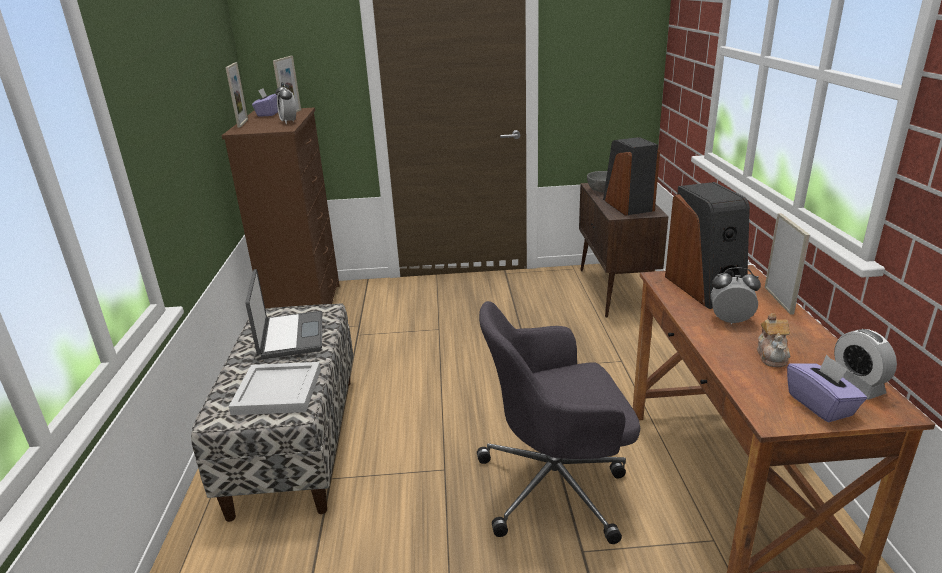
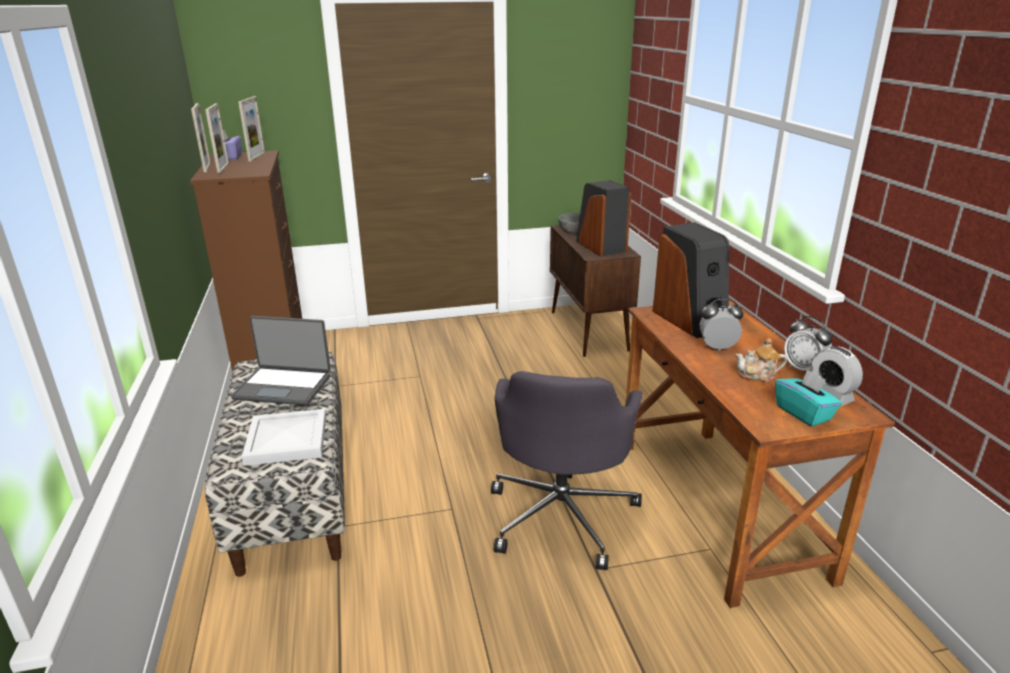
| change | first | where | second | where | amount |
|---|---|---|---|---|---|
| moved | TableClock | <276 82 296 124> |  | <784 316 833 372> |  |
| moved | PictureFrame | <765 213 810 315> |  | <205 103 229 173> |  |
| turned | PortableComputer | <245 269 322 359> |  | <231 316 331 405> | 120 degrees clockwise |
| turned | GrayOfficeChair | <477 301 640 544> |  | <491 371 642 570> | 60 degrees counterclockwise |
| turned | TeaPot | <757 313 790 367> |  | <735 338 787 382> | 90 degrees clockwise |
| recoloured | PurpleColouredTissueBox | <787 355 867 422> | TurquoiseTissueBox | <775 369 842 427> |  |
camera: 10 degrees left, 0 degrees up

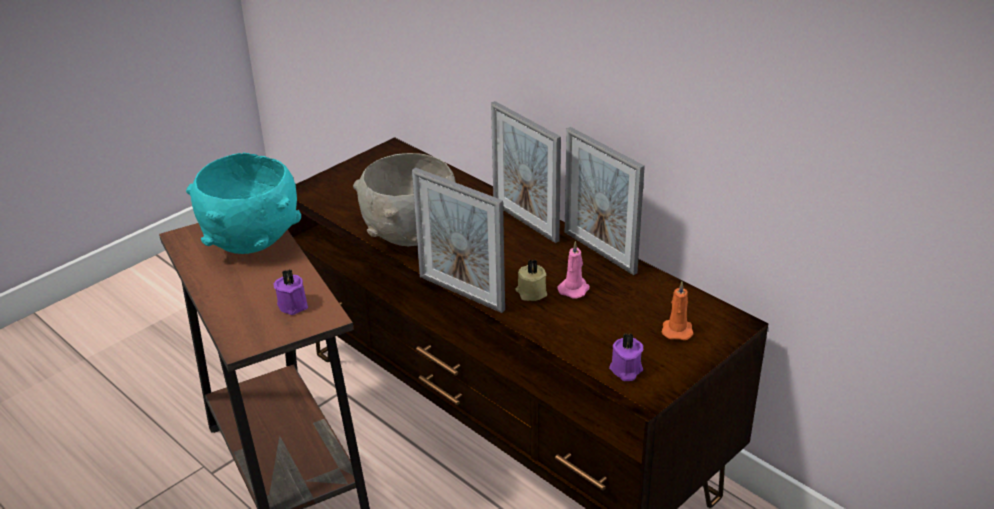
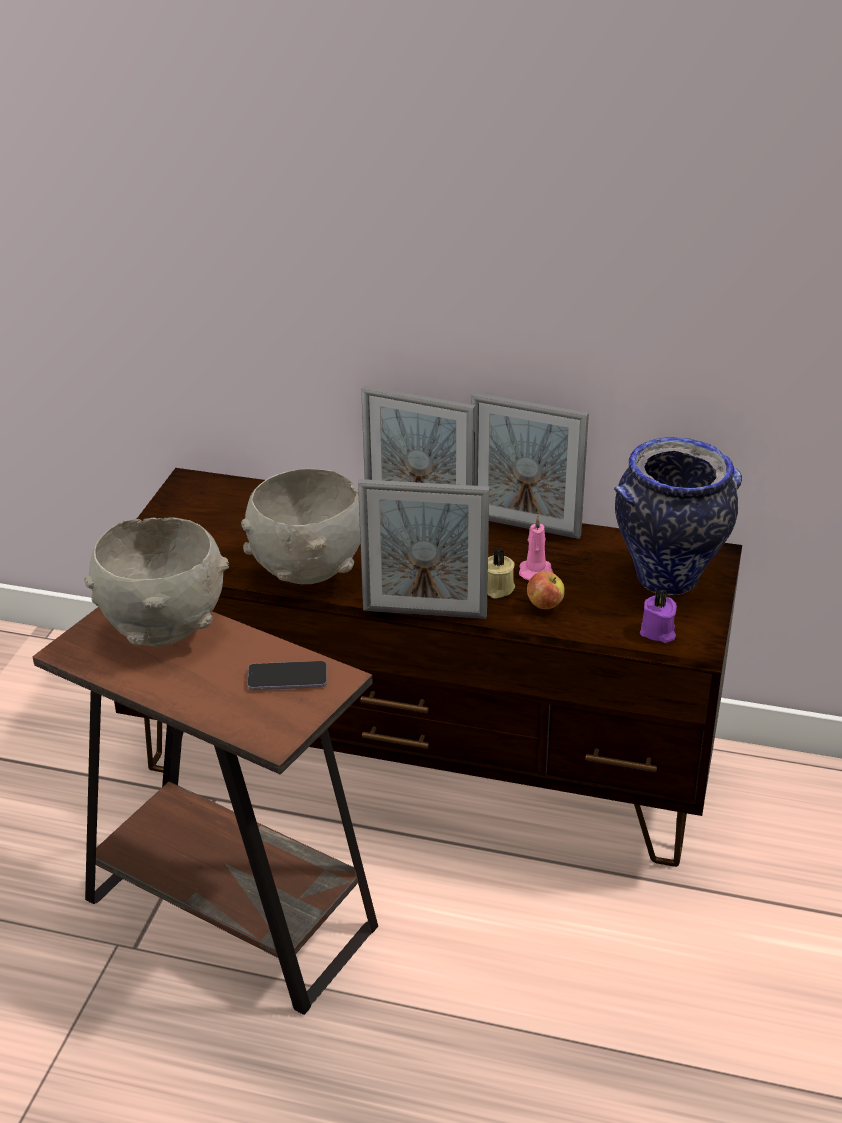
| change | first | where | second | where | amount |
|---|---|---|---|---|---|
| recoloured | TurquoiseDeepDish | <186 153 301 254> | GrayDeepDish | <84 518 229 647> |  |
| replaced | PurpleColouredWaxLight | <274 269 308 315> | Handset | <247 661 327 690> |  |
| replaced | OrangeColouredWaxLight | <662 282 693 340> | DecorativeVase | <614 437 742 595> |  |
| added |  |  | AppleFruit | <527 571 565 609> |  |
camera: 30 degrees left, 0 degrees up

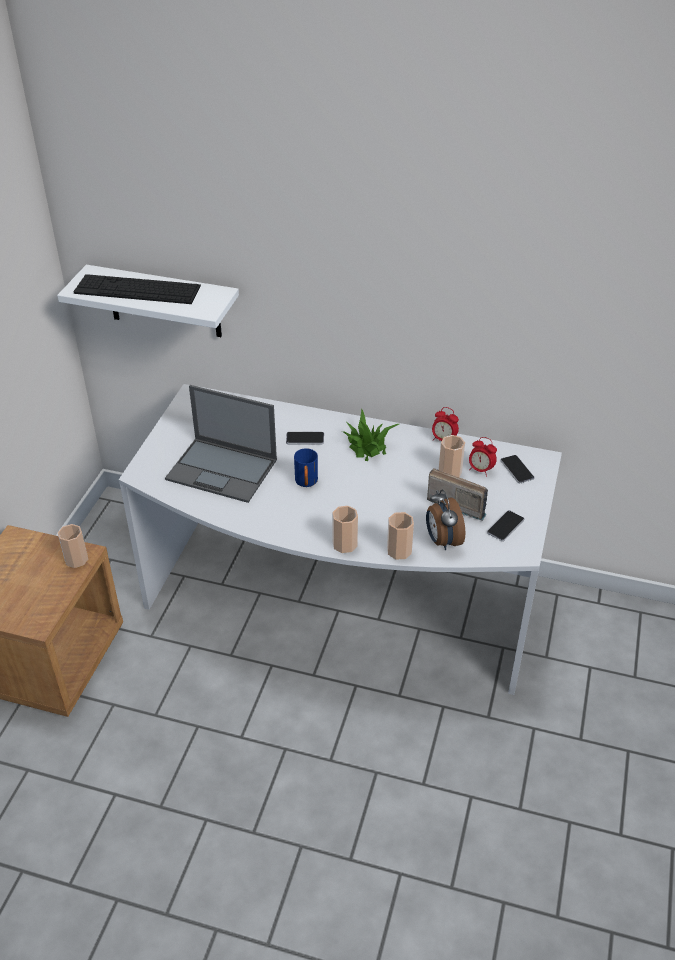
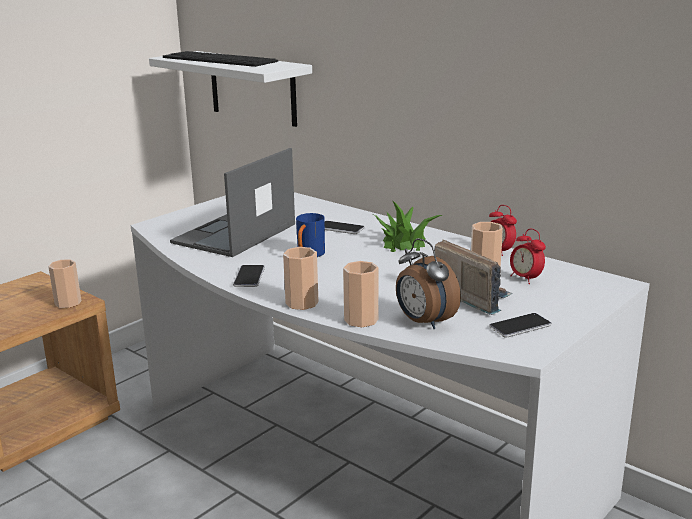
| change | first | where | second | where | amount |
|---|---|---|---|---|---|
| turned | PortableComputer | <165 385 277 503> |  | <170 148 295 257> | 75 degrees clockwise |
| moved | Handset | <500 455 535 483> |  | <233 265 265 287> |  |
| turned | TableClock | <426 489 465 550> |  | <396 238 461 329> | 45 degrees counterclockwise |
camera: 25 degrees right, 20 degrees down

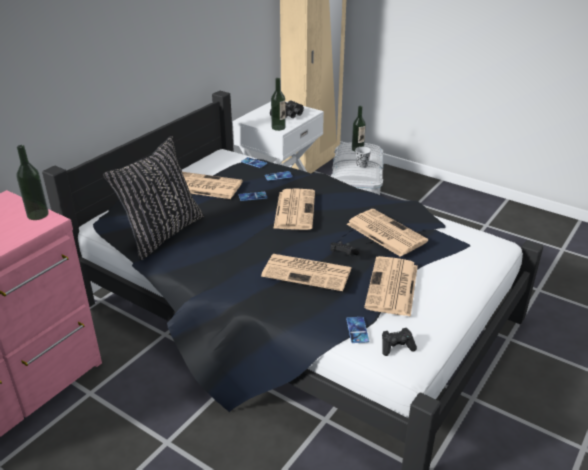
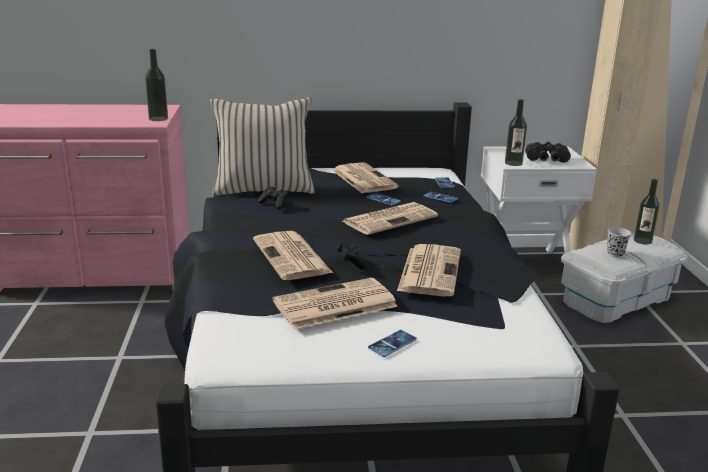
| change | first | where | second | where | amount |
|---|---|---|---|---|---|
| recoloured | BlackColouredThrowPillow | <103 136 204 260> | SandColouredThrowPillow | <210 97 315 195> |  |
| moved | Handset | <346 317 369 343> |  | <368 330 417 357> |  |
| moved | BlackColouredGamepad | <382 328 417 356> |  | <258 186 289 209> |  |
camera: 50 degrees right, 10 degrees down

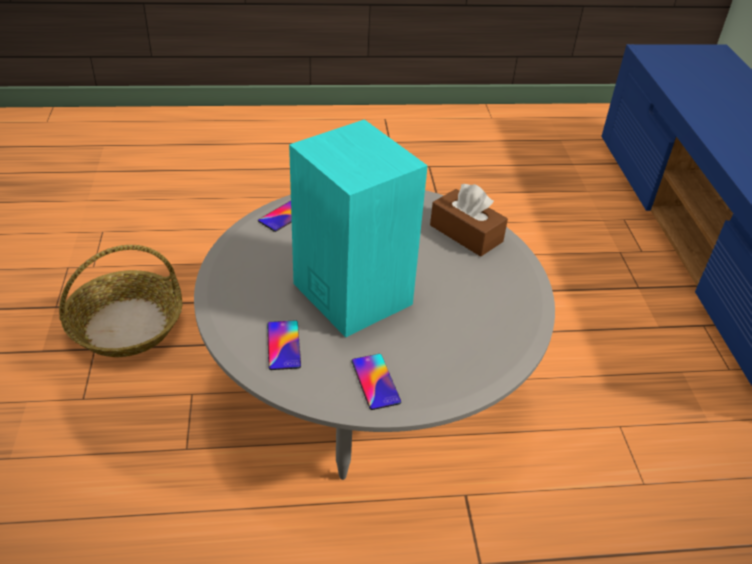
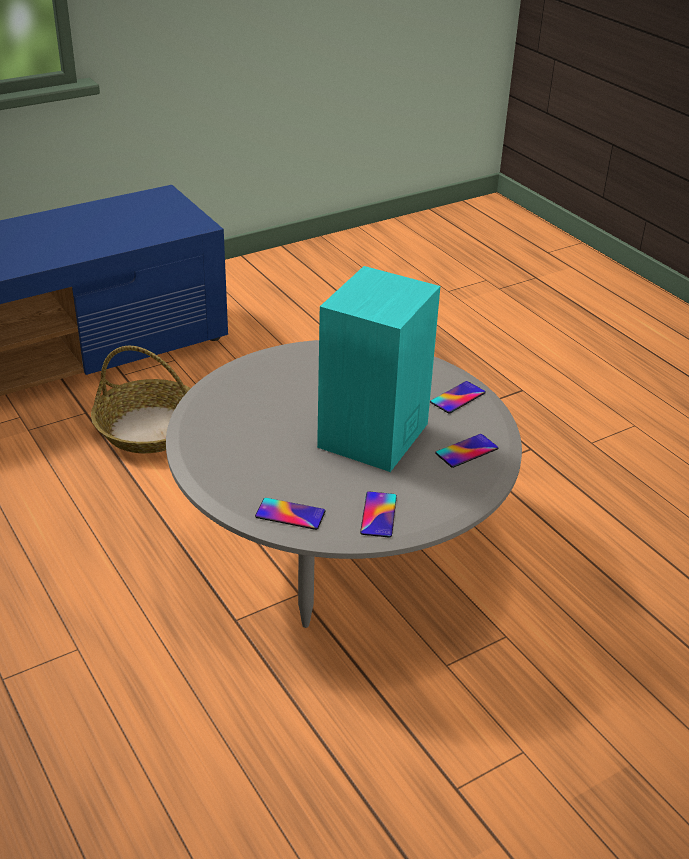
| change | first | where | second | where | amount |
|---|---|---|---|---|---|
| removed | BrownishTissueBox | <430 184 508 257> |  |  |  |
| moved | HouseholdBasket | <59 245 182 357> |  | <91 346 191 453> |  |
| added |  |  | Handset | <360 491 397 537> |  |
camera: 115 degrees left, 5 degrees down

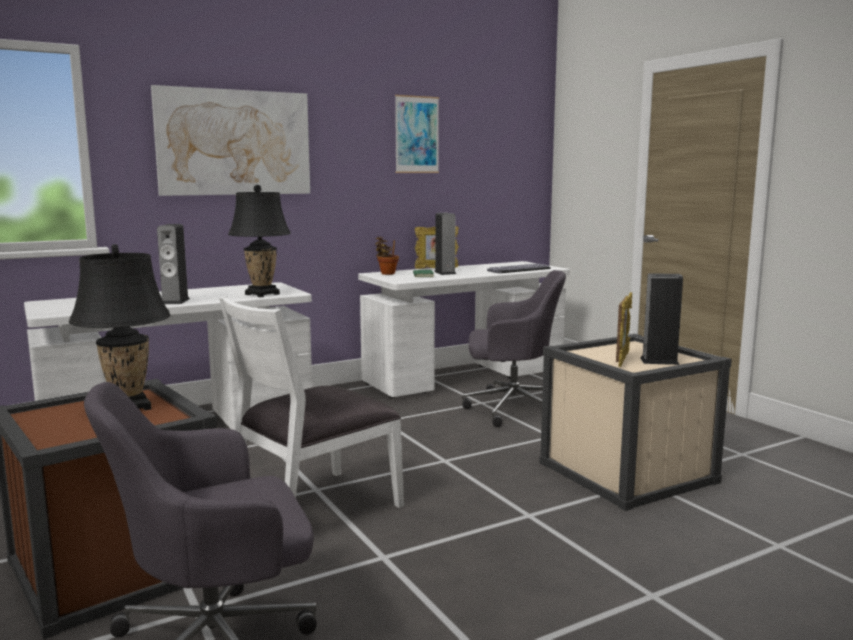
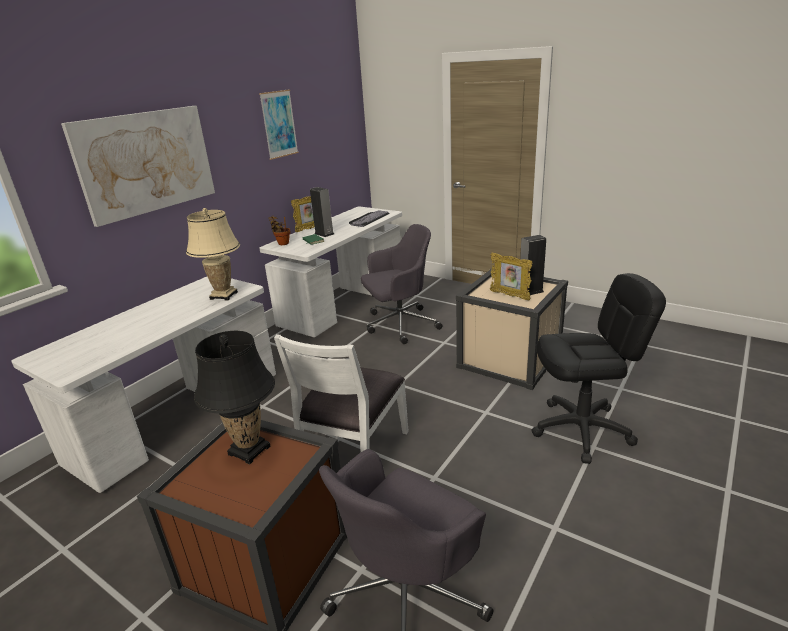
| change | first | where | second | where | amount |
|---|---|---|---|---|---|
| recoloured | BlackColouredLampForATable | <228 185 291 297> | SandColouredLampForATable | <186 208 240 301> |  |
| removed | AudioSpeaker | <157 224 190 304> |  |  |  |
| turned | PictureFrame | <616 292 632 367> |  | <490 253 533 300> | 135 degrees clockwise |
| added |  |  | BlackColouredOfficeChair | <531 273 666 464> |  |
camera: 25 degrees left, 15 degrees up

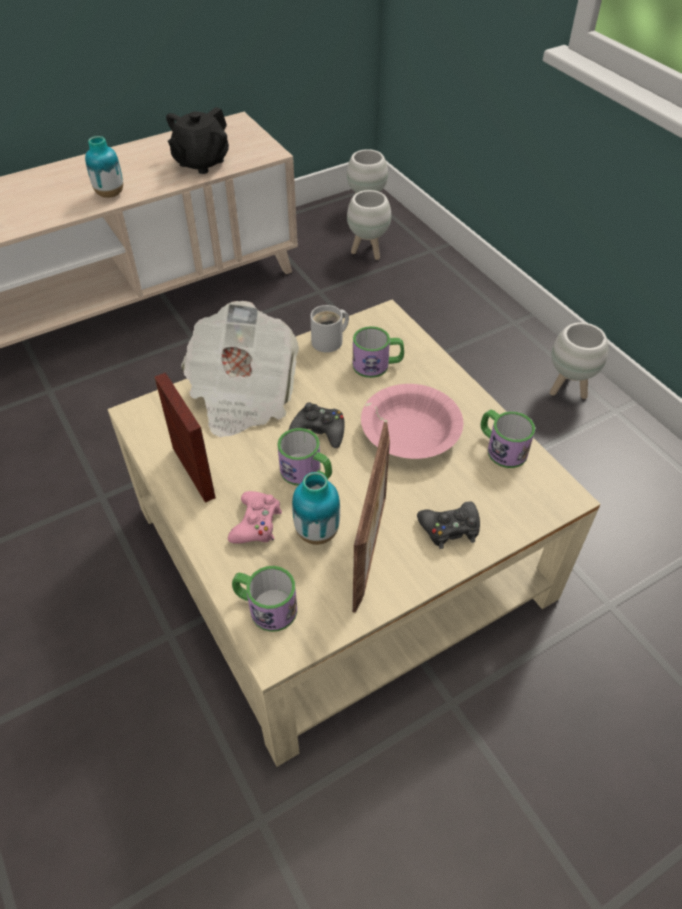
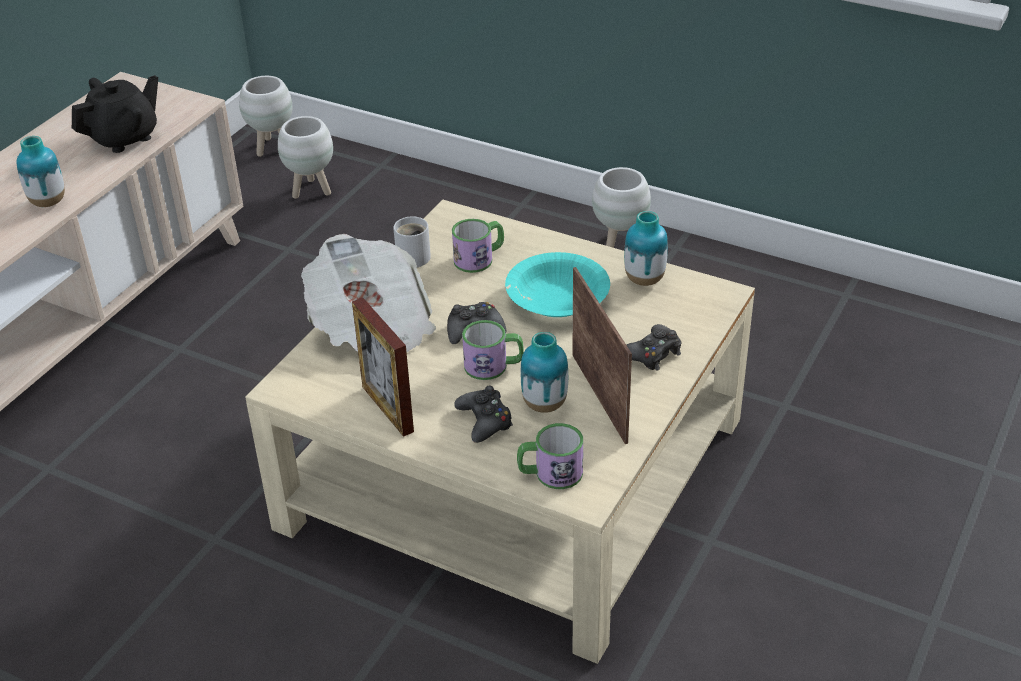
| change | first | where | second | where | amount |
|---|---|---|---|---|---|
| turned | BlackColouredTeaPot | <166 107 229 174> |  | <72 75 158 153> | 135 degrees counterclockwise |
| turned | PictureFrame | <155 372 216 503> |  | <352 298 414 437> | 150 degrees counterclockwise |
| recoloured | PinkishDeepDish | <361 384 463 459> | TurquoiseDeepDish | <505 252 610 317> |  |
| replaced | Mug | <481 409 535 468> | DecorativeVase | <624 211 668 286> |  |
| recoloured | PinkishGamepad | <228 491 282 543> | BlackColouredGamepad | <454 386 513 443> |  |
camera: 30 degrees left, 10 degrees down

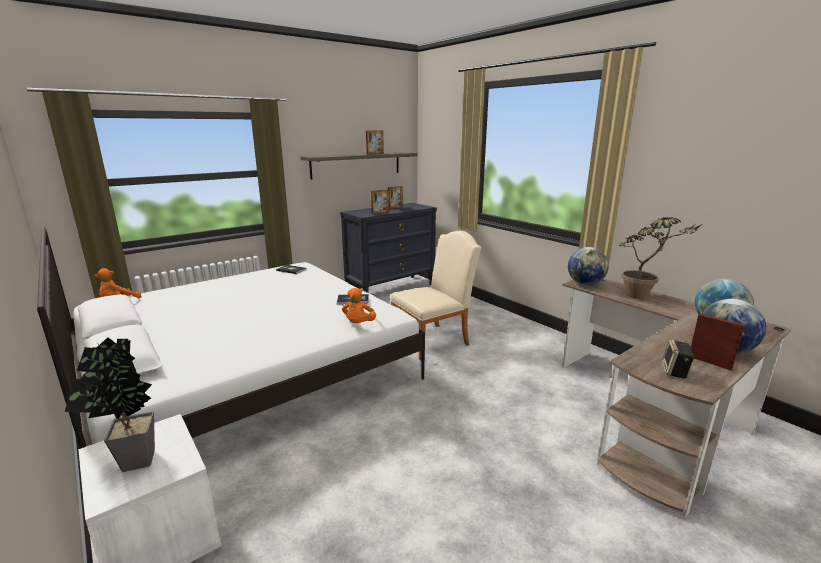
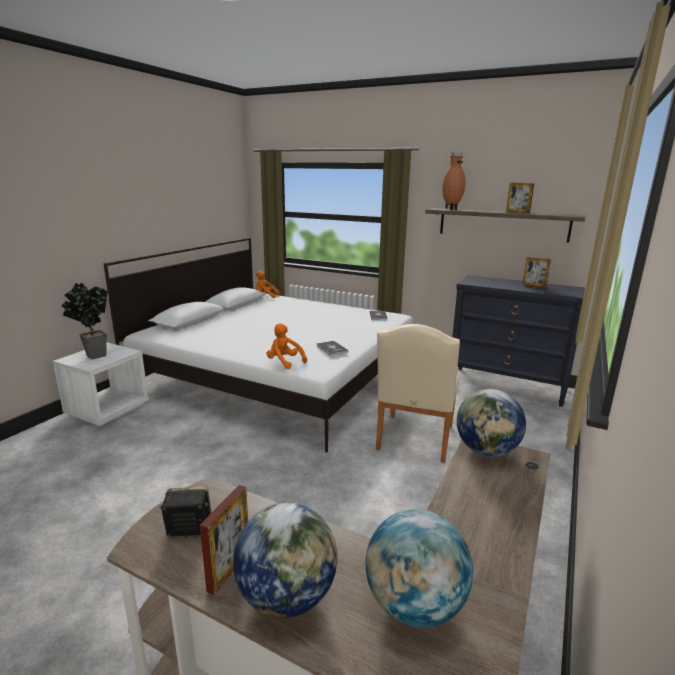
| change | first | where | second | where | amount |
|---|---|---|---|---|---|
| removed | PictureFrame | <371 190 389 214> |  |  |  |
| removed | Houseplant | <619 217 702 299> |  |  |  |
| turned | SandColouredPlainChair | <390 231 482 361> |  | <376 324 460 463> | 75 degrees clockwise |
| turned | OrangeColouredCuddlyToy | <342 288 376 323> |  | <267 323 307 369> | 60 degrees clockwise |
| added |  |  | BrownishDecorativeVase | <442 152 466 210> |  |
camera: 65 degrees right, 0 degrees up

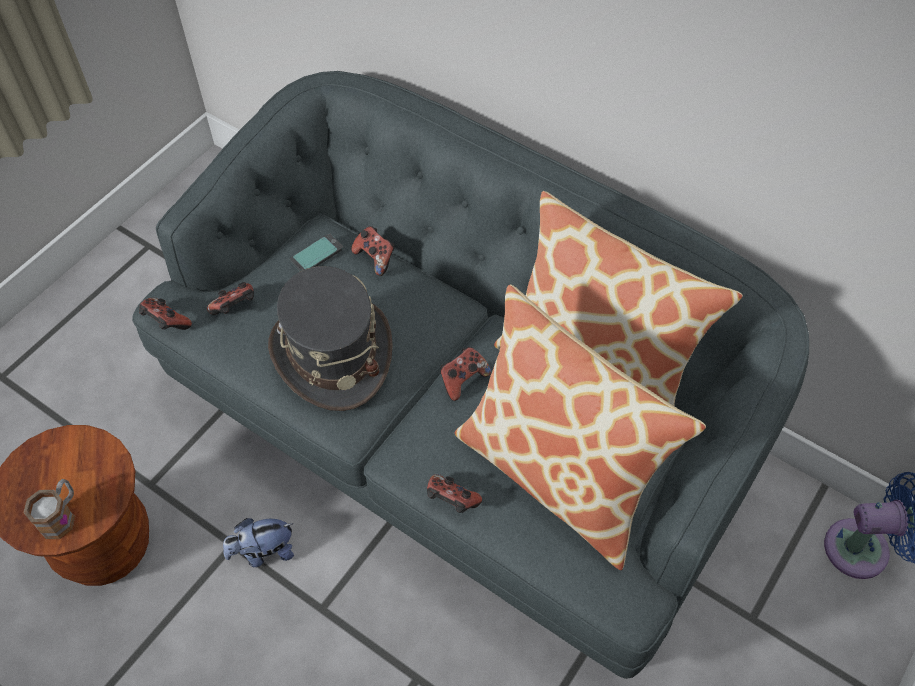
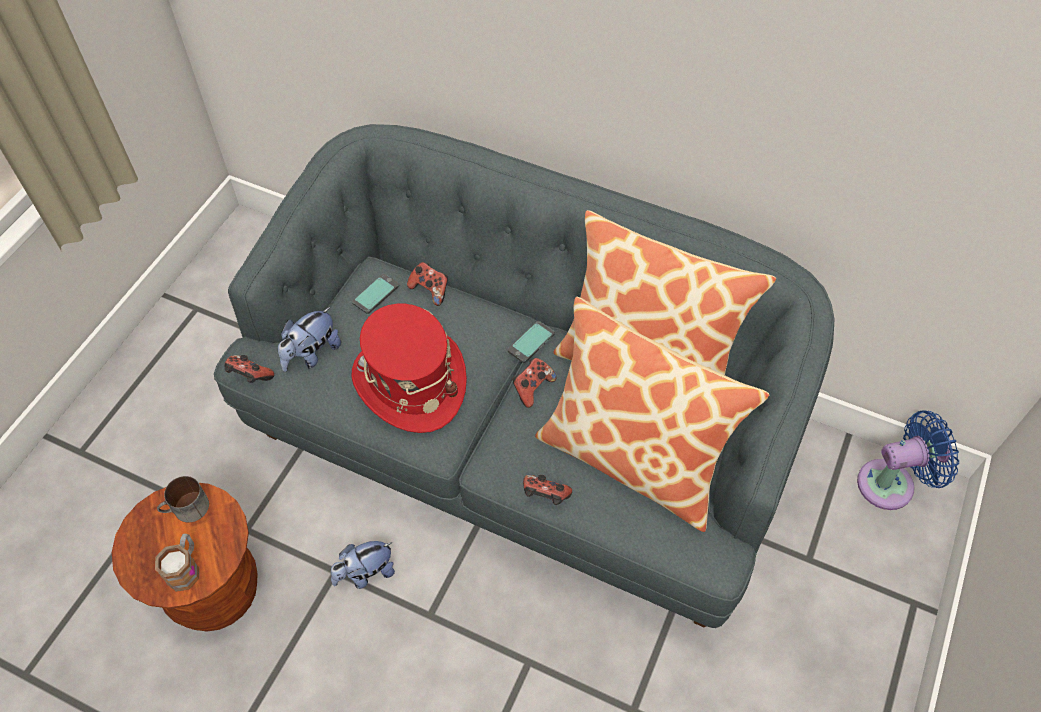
| change | first | where | second | where | amount |
|---|---|---|---|---|---|
| recoloured | GrayHat | <268 266 393 411> | RedColouredHat | <351 304 467 433> |  |
| replaced | Gamepad | <207 282 254 315> | CuddlyToy | <278 307 341 372> |  |
| added |  |  | Handset | <508 321 555 363> |  |
| added |  |  | Mug | <157 476 209 522> |  |
camera: 10 degrees left, 0 degrees up

